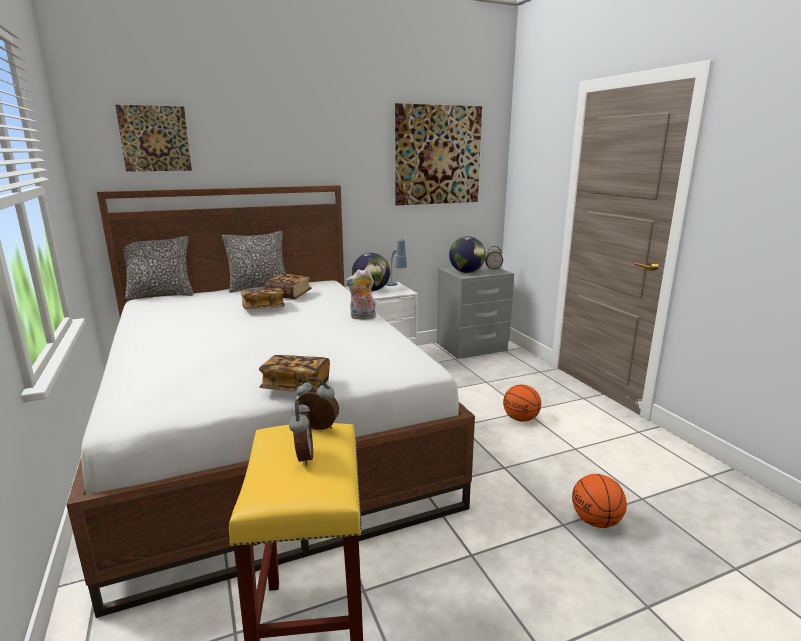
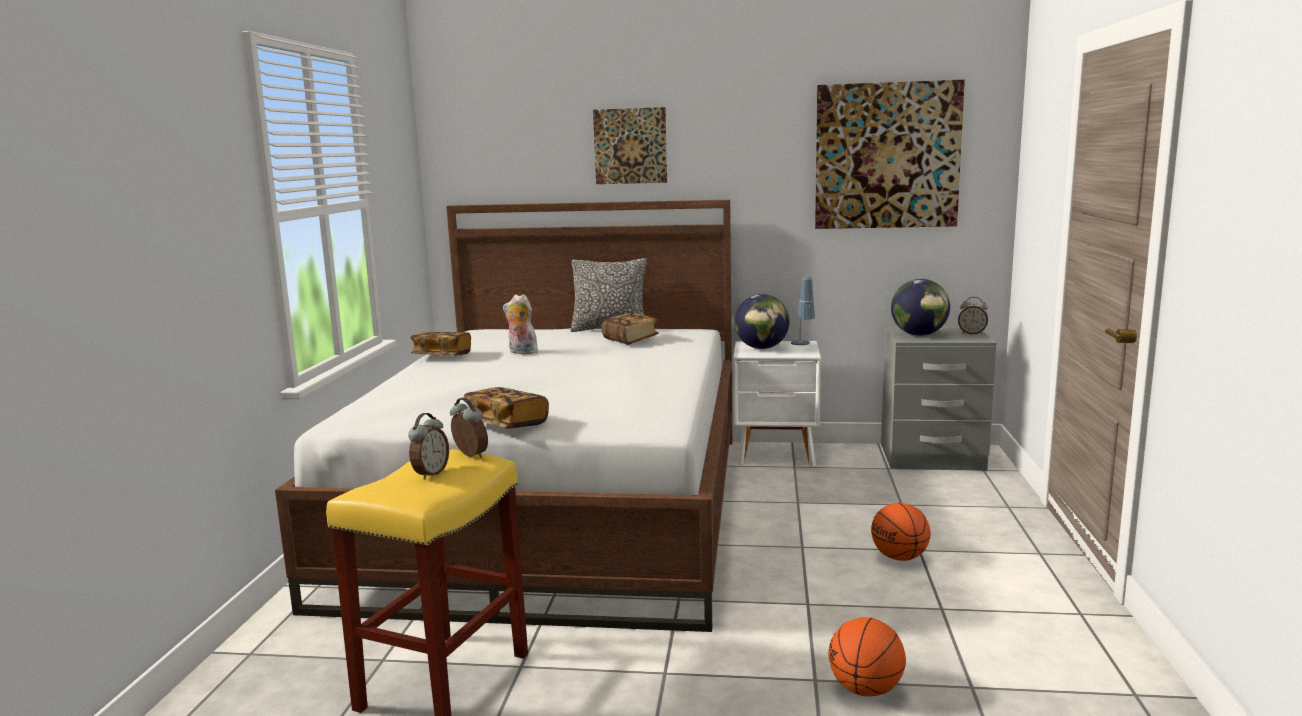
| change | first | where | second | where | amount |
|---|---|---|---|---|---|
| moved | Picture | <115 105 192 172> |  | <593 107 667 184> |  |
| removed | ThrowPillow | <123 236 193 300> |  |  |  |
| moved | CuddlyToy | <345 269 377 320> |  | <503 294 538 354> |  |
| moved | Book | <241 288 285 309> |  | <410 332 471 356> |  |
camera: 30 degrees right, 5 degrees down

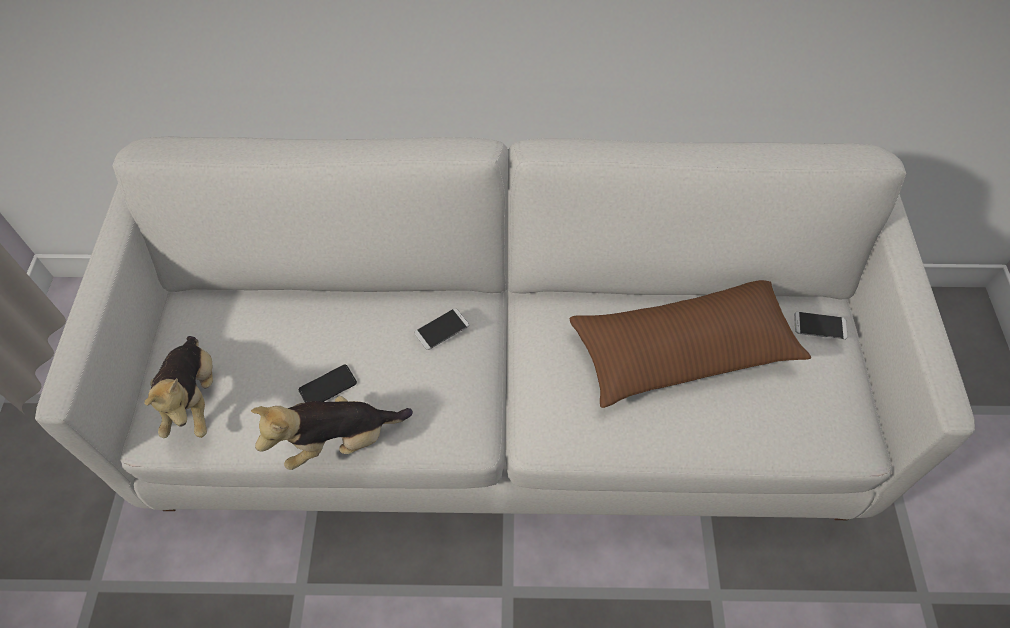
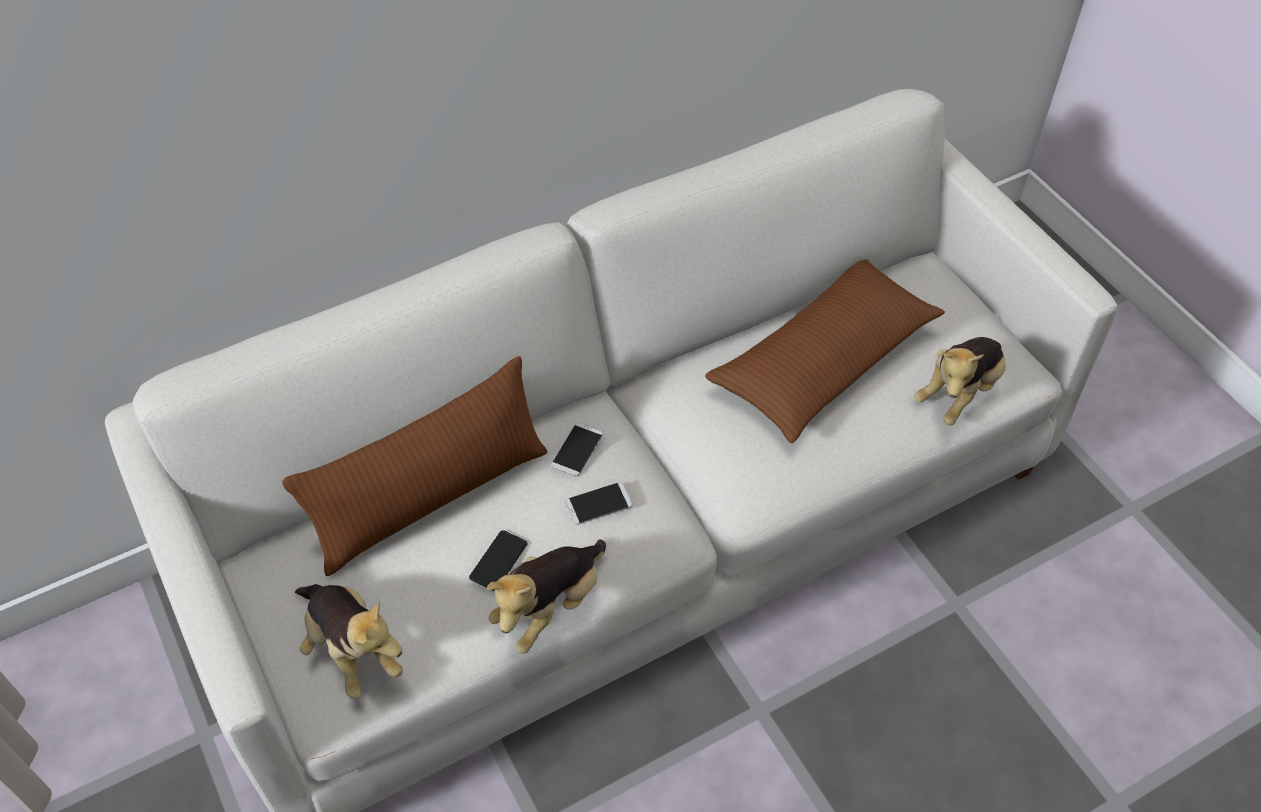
| change | first | where | second | where | amount |
|---|---|---|---|---|---|
| moved | Handset | <794 312 848 340> |  | <565 482 632 525> |  |
| added |  |  | CuddlyToy | <914 337 1006 425> |  |
| added |  |  | BrownishThrowPillow | <282 356 547 576> |  |
camera: 30 degrees left, 5 degrees down

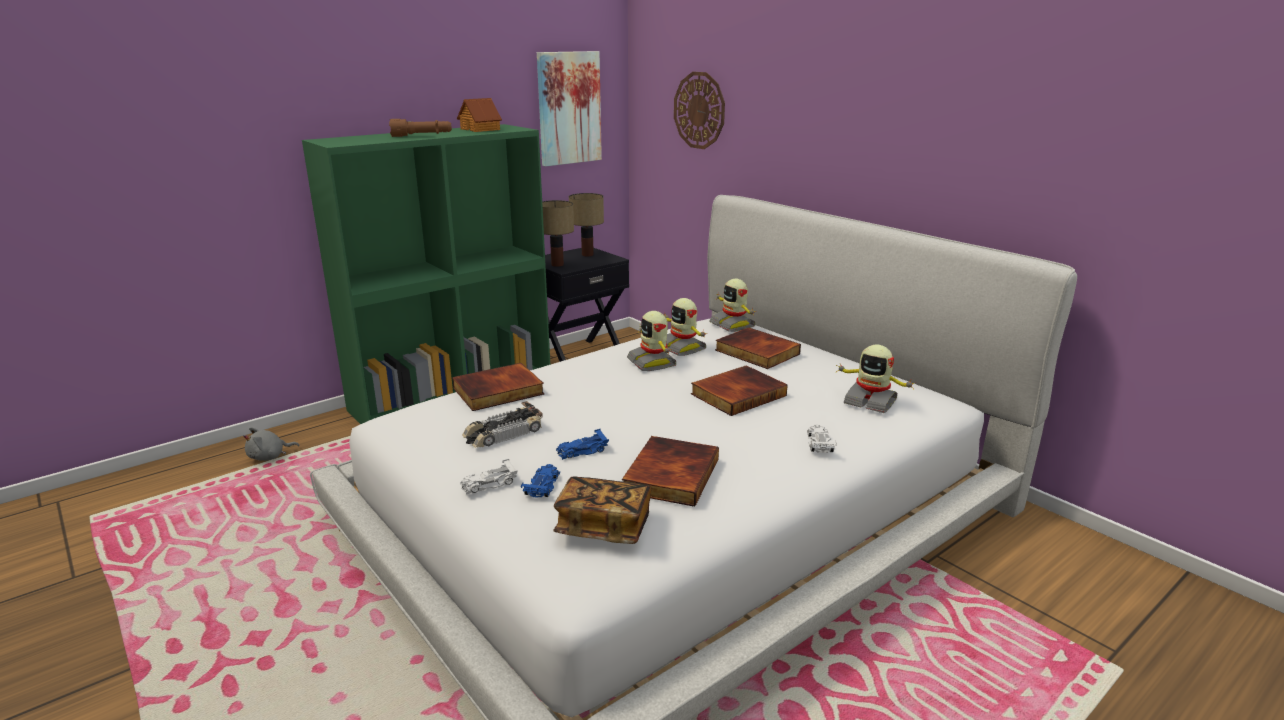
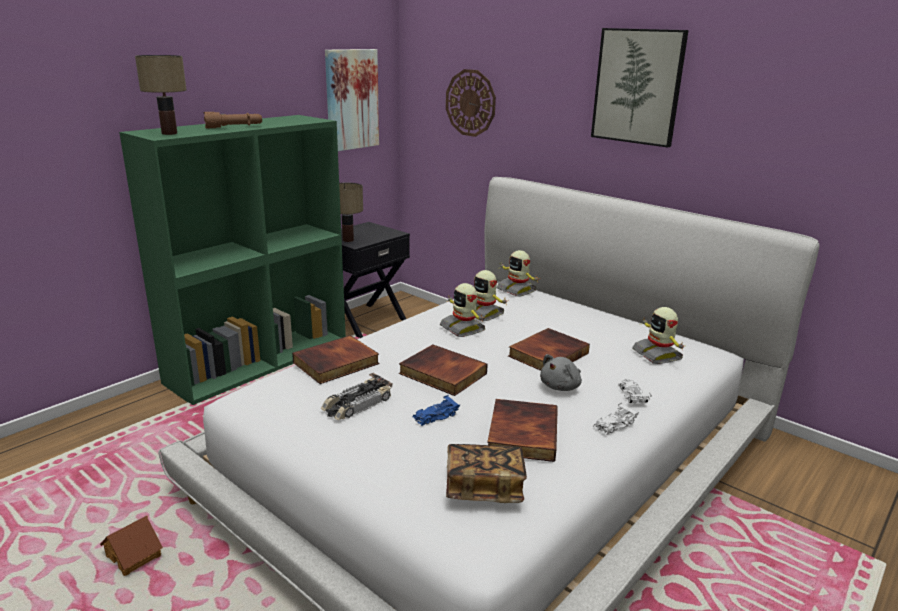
| change | first | where | second | where | amount |
|---|---|---|---|---|---|
| moved | MiniatureHouse | <457 98 502 132> |  | <100 516 163 576> |  |
| moved | LampForATable | <569 193 604 256> |  | <135 55 187 135> |  |
| moved | Book | <715 327 801 369> |  | <399 345 488 396> |  |
| turned | ToyRobot | <835 344 916 413> |  | <632 307 684 364> | 45 degrees clockwise |
| moved | GrayCuddlyToy | <243 427 300 461> |  | <540 354 582 391> |  |
| moved | WhiteToyCar | <461 459 517 495> |  | <593 403 639 435> |  |
| removed | BlueToyCar | <521 464 560 498> |  |  |  |
| added |  |  | Picture | <591 28 689 147> |  |
camera: 10 degrees left, 0 degrees up

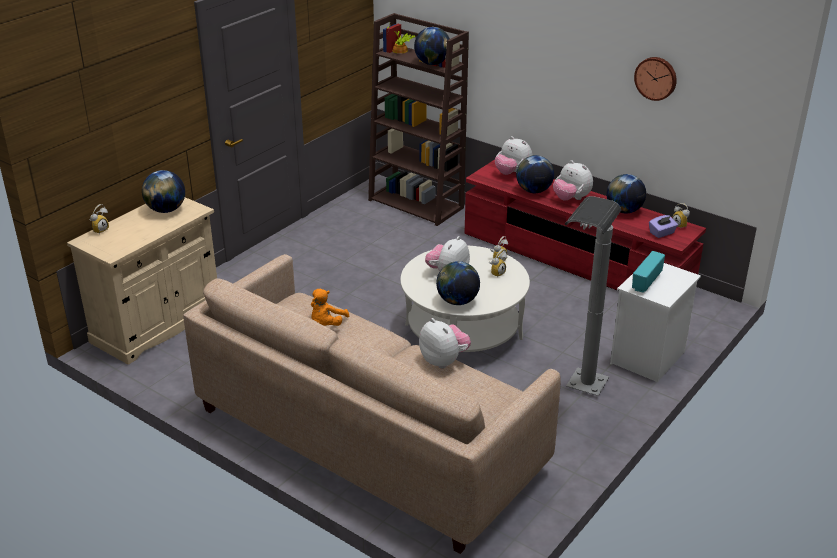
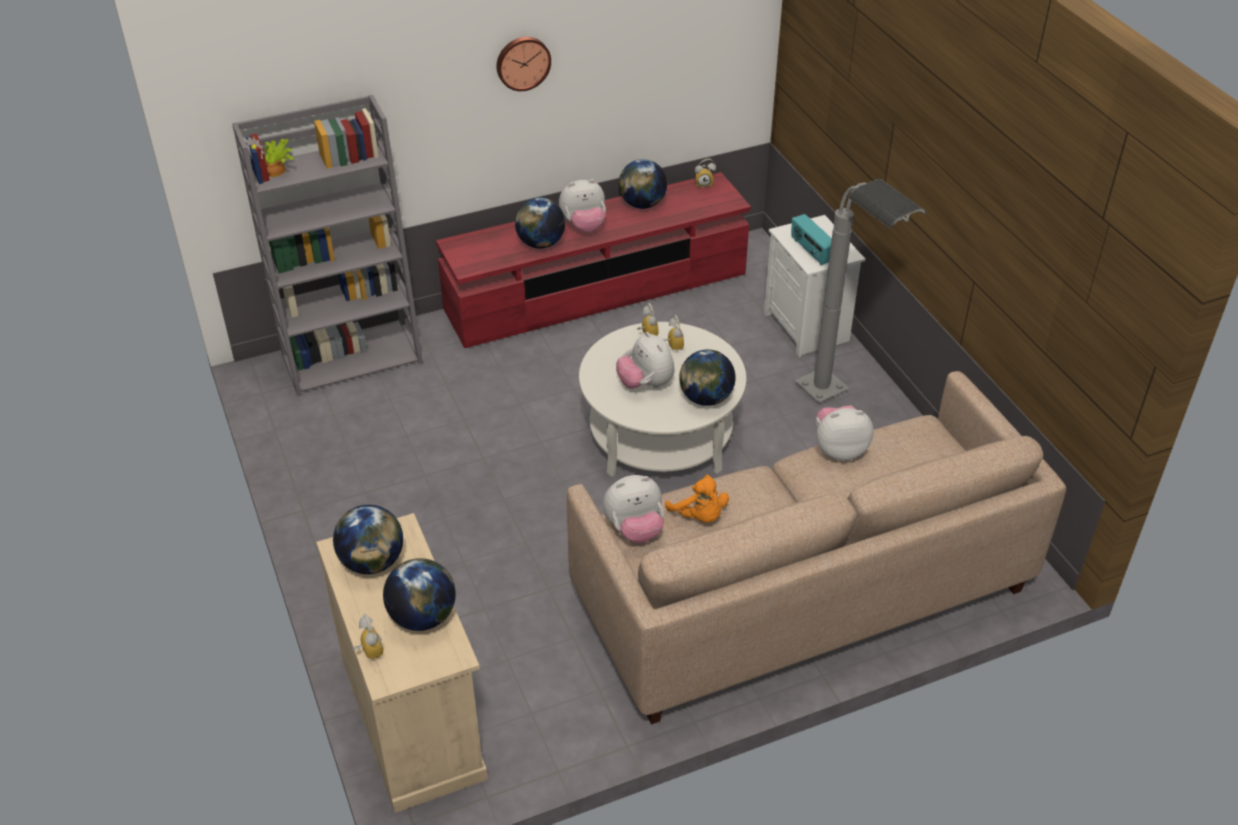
| change | first | where | second | where | amount |
|---|---|---|---|---|---|
| recoloured | BrownishBookcase | <368 13 469 226> | GrayBookcase | <232 94 423 397> |  |
| moved | DeskGlobe | <414 27 450 65> |  | <383 558 456 631> |  |
| moved | ClockOnTheWall | <634 57 677 101> |  | <496 37 551 91> |  |
| moved | CuddlyToy | <495 136 533 175> |  | <603 475 664 543> |  |
| removed | PurpleColouredTissueBox | <649 215 678 238> |  |  |  |
camera: 60 degrees left, 10 degrees up

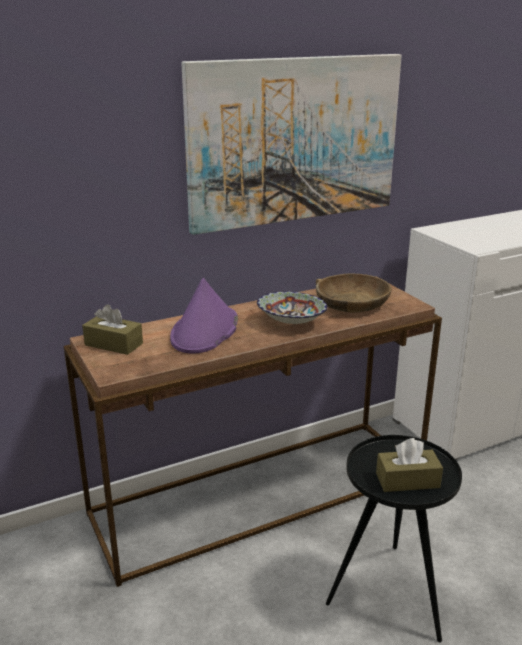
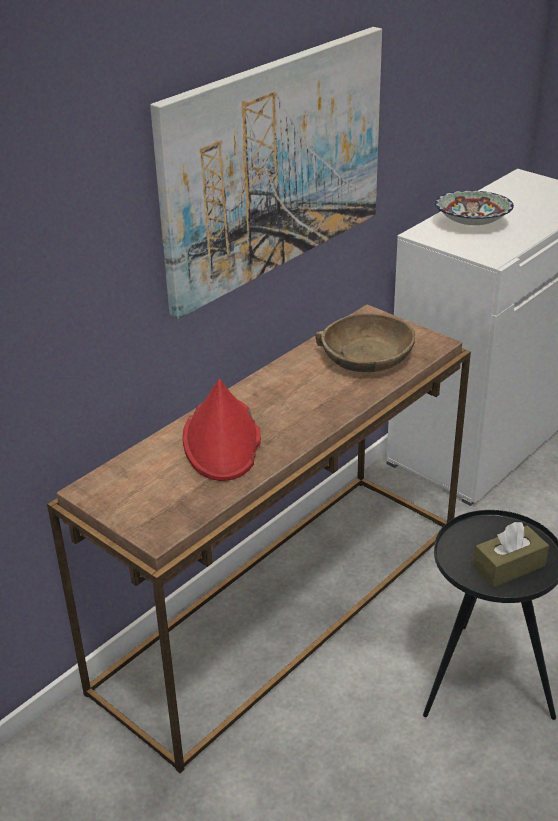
| change | first | where | second | where | amount |
|---|---|---|---|---|---|
| recoloured | PurpleColouredHat | <170 278 238 353> | RedColouredHat | <182 379 261 481> |  |
| moved | DeepDish | <257 292 328 324> |  | <435 191 514 225> |  |
| removed | BrownishTissueBox | <82 304 143 355> |  |  |  |
camera: 20 degrees left, 10 degrees up

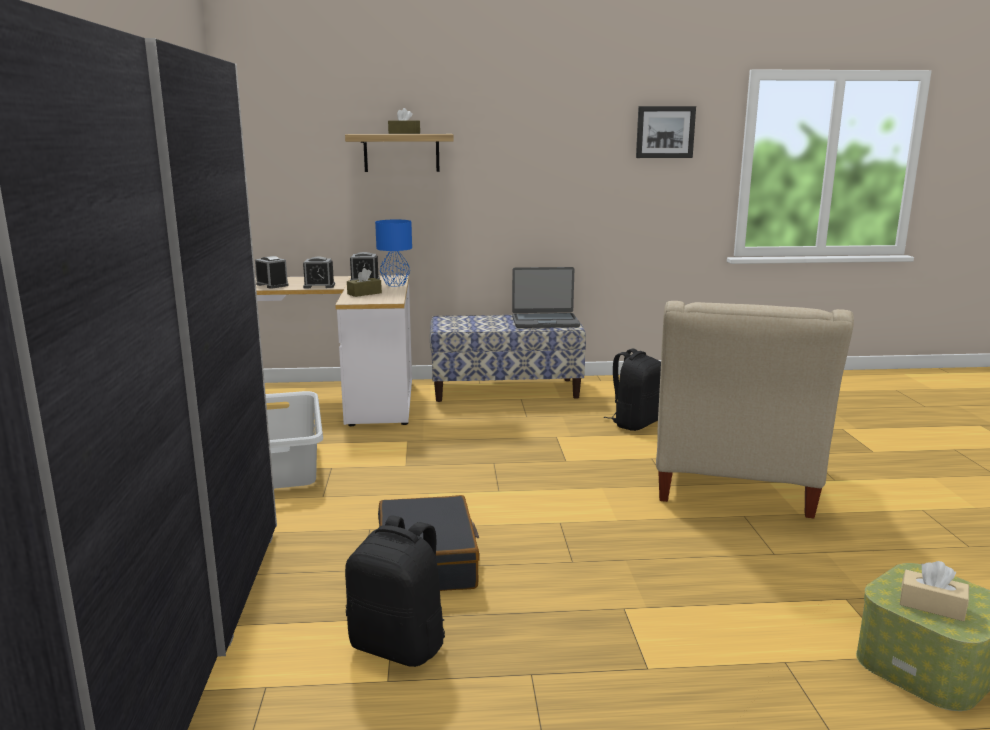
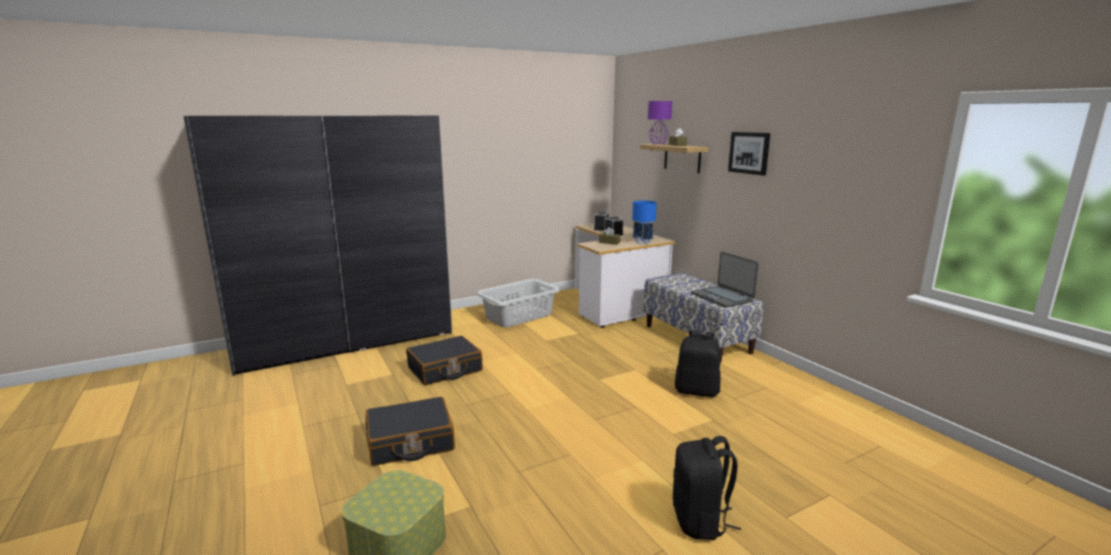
| change | first | where | second | where | amount |
|---|---|---|---|---|---|
| moved | Picture | <636 106 696 158> |  | <728 132 770 176> |  |
| removed | SandColouredArmchair | <656 301 854 518> |  |  |  |
| moved | BlackColouredBackpack | <345 515 445 667> |  | <673 436 741 540> |  |
| removed | SandColouredTissueBox | <900 561 969 621> |  |  |  |
| added |  |  | PurpleColouredLampForATable | <648 101 672 145> |  |
| added |  |  | BlackColouredSuitcase | <366 397 455 466> |  |
camera: 65 degrees right, 0 degrees up

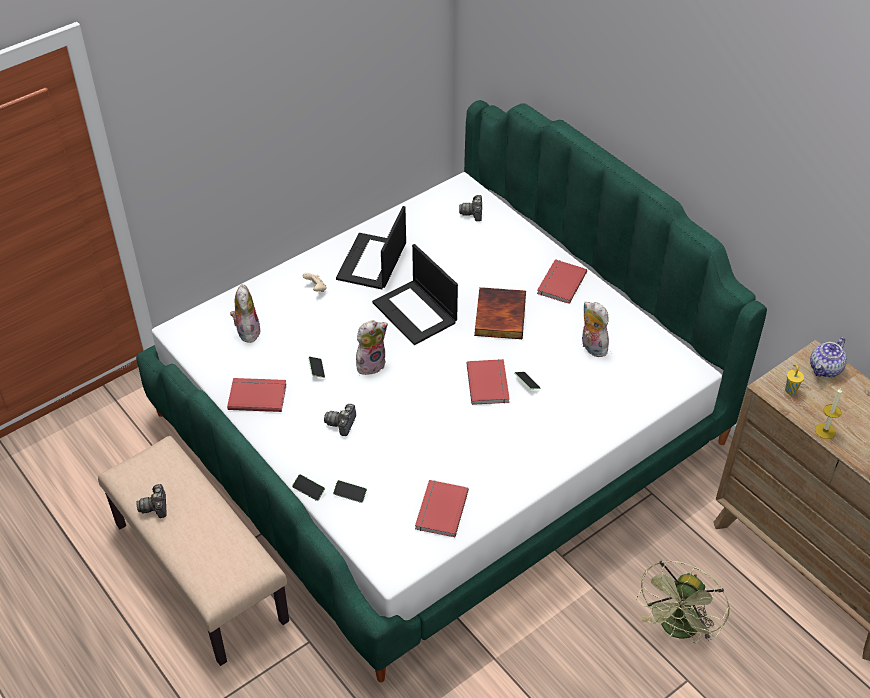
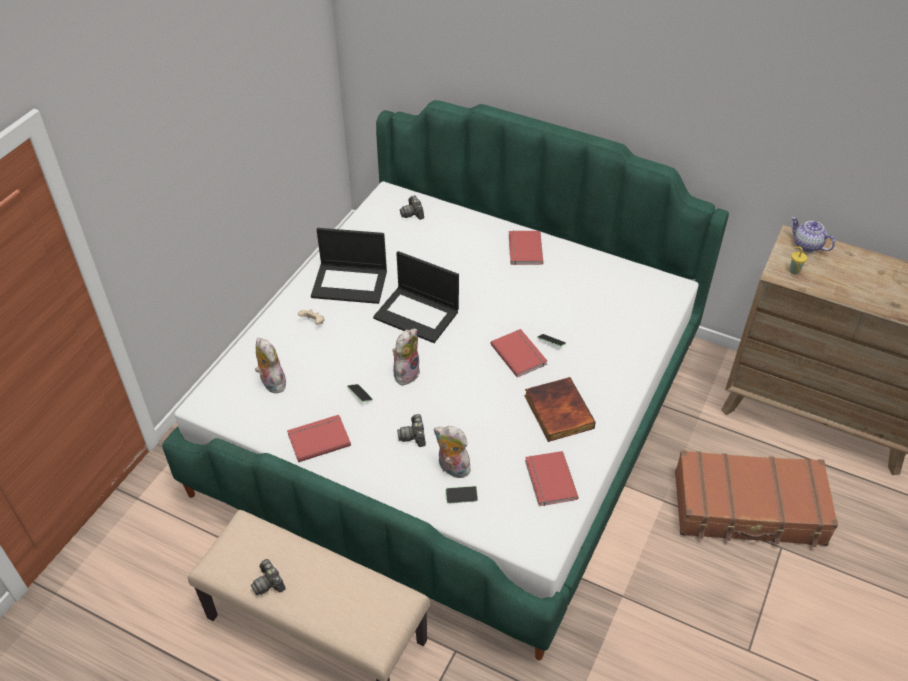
| change | first | where | second | where | amount |
|---|---|---|---|---|---|
| turned | PortableComputer | <336 206 406 290> |  | <311 228 387 304> | 75 degrees counterclockwise |
| moved | Book | <474 287 526 339> |  | <524 377 596 442> |  |
| moved | CuddlyToy | <582 302 609 357> |  | <434 426 471 478> |  |
| turned | TeaPot | <810 337 847 377> |  | <791 217 835 252> | 120 degrees clockwise |
| removed | WaxLight | <815 388 842 439> |  |  |  |
| removed | Handset | <292 474 325 501> |  |  |  |
| replaced | GreenishElectricFan | <636 561 730 644> | BrownishSuitcase | <675 450 838 547> |  |
camera: 25 degrees left, 0 degrees up

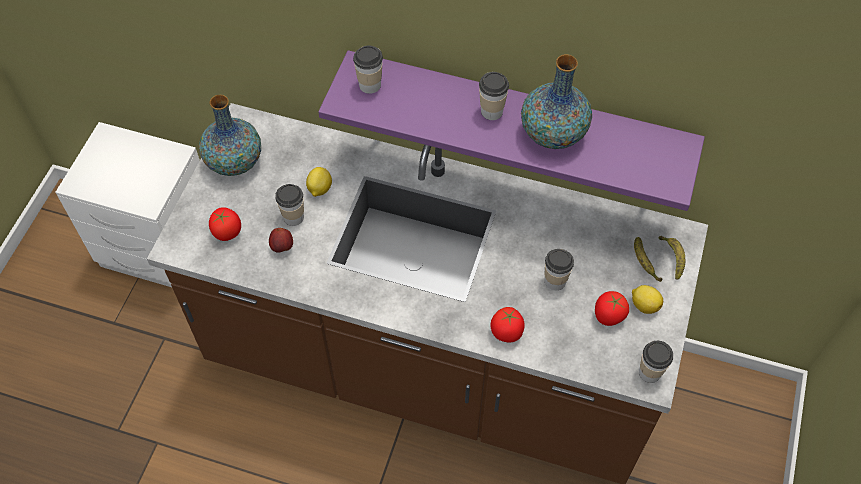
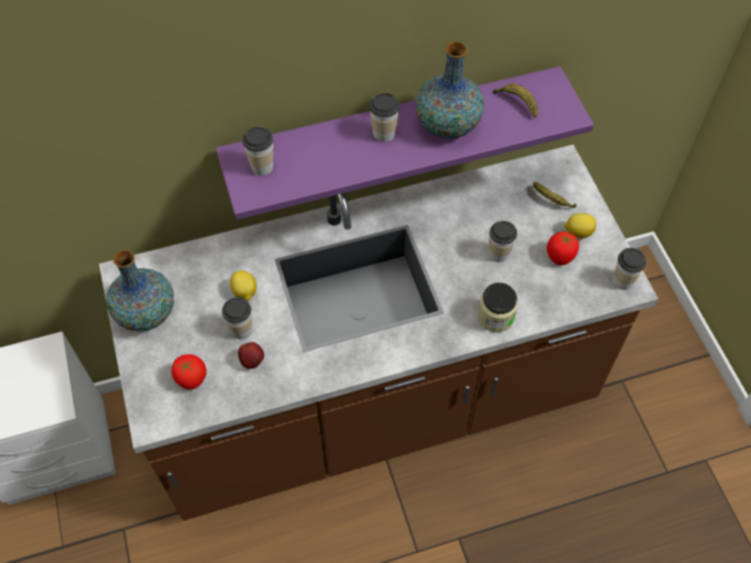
| change | first | where | second | where | amount |
|---|---|---|---|---|---|
| moved | Banana | <659 236 685 280> |  | <493 84 538 118> |  |
| replaced | FreshTomato | <491 307 525 343> | StorageJar | <477 283 518 333> |  |
camera: 35 degrees left, 0 degrees up

